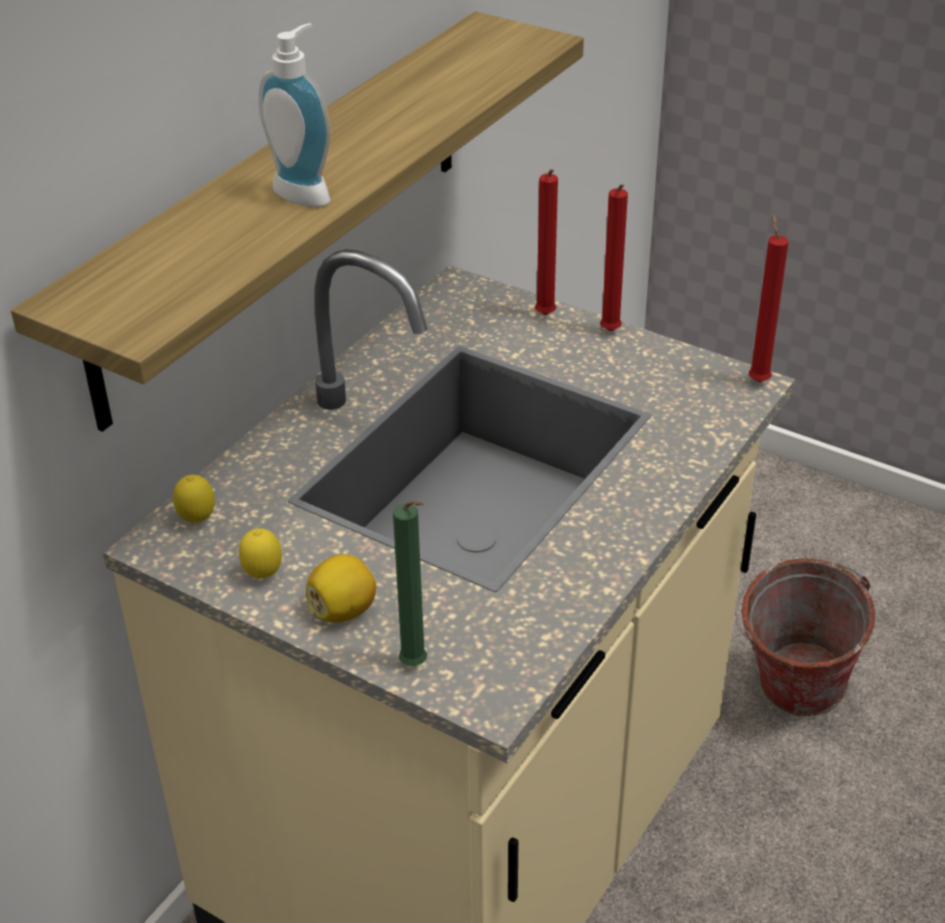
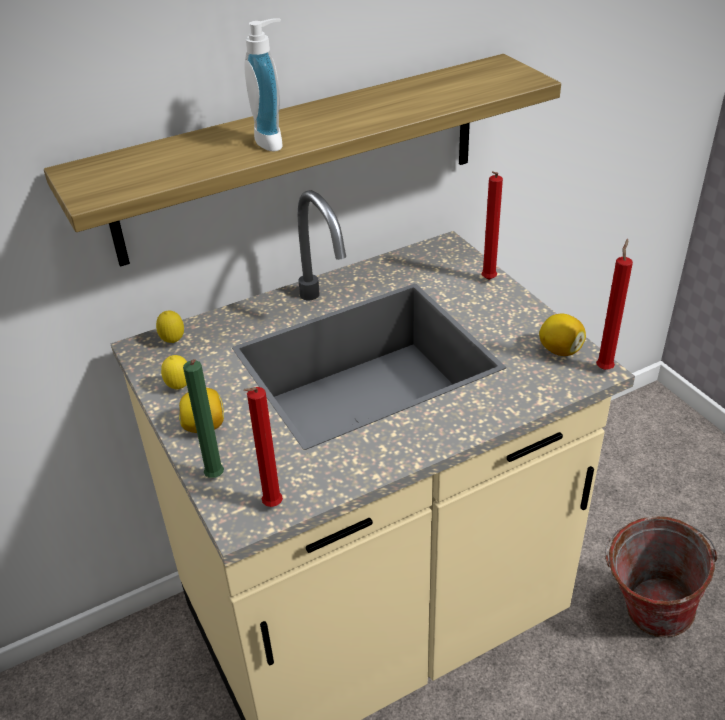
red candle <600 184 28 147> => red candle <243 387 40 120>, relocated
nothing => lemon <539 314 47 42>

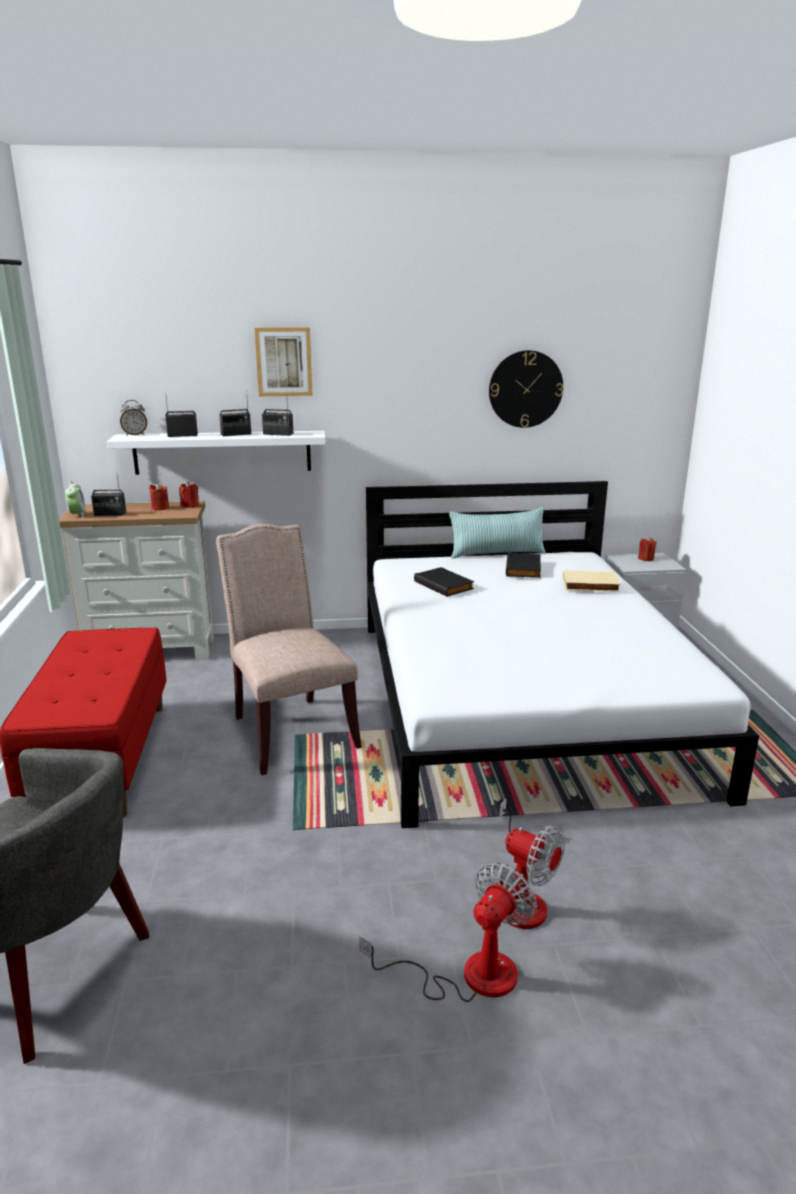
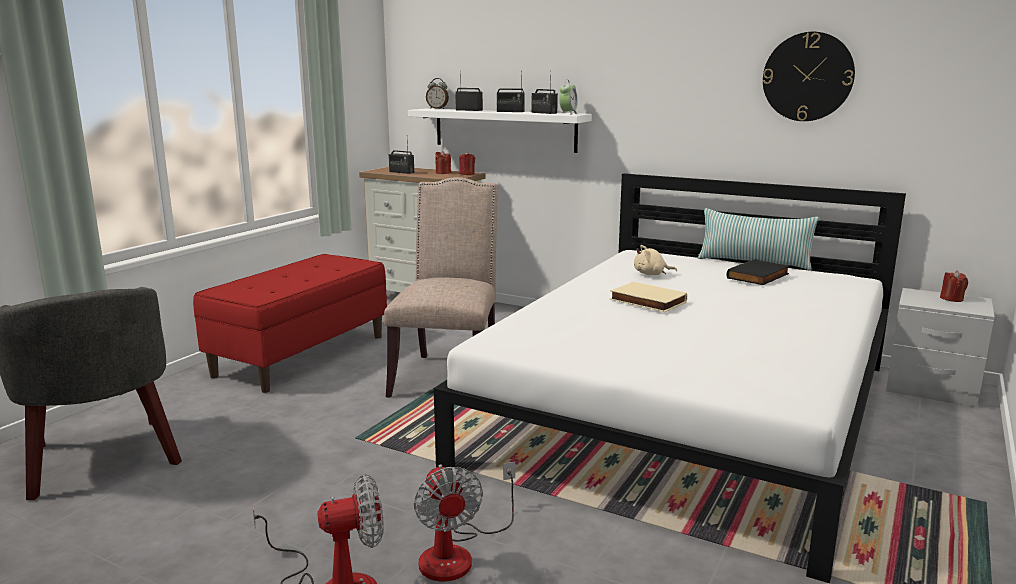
picture <255 327 57 69> => nothing
alarm clock <65 481 22 38> => alarm clock <559 80 19 35>, relocated
black book <414 567 60 30> => beige plush toy <634 245 43 30>
beige book <563 570 58 22> => beige book <610 281 77 31>, relocated

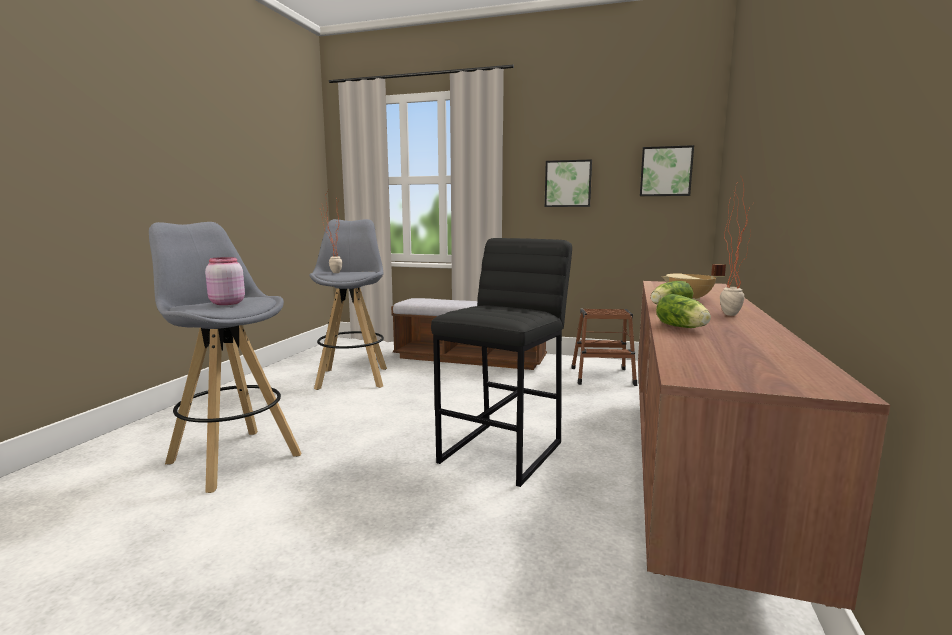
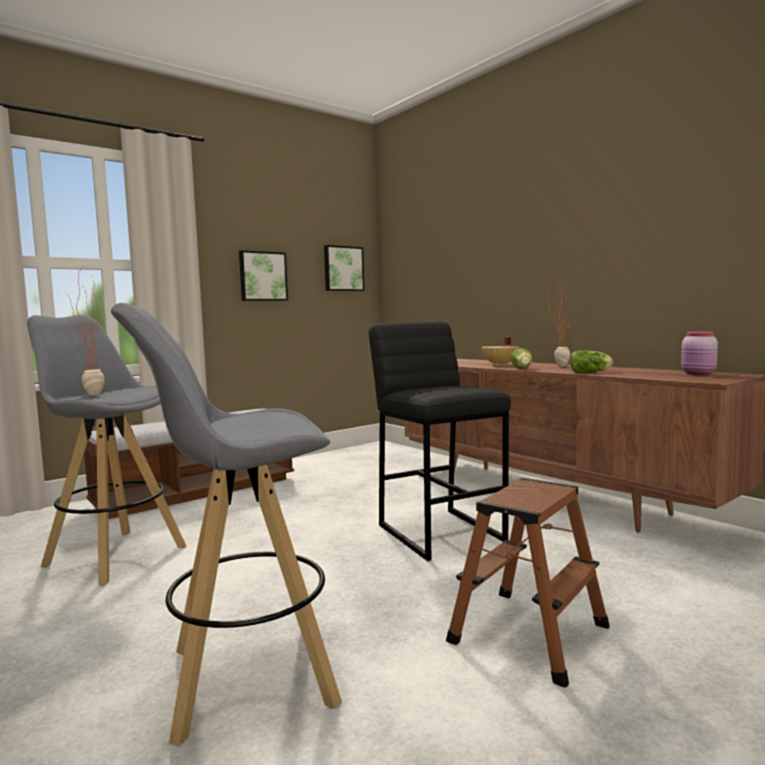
pink jar <205 257 40 48> => pink jar <681 331 37 44>, relocated
brown step ladder <571 308 66 78> => brown step ladder <446 477 164 211>, relocated

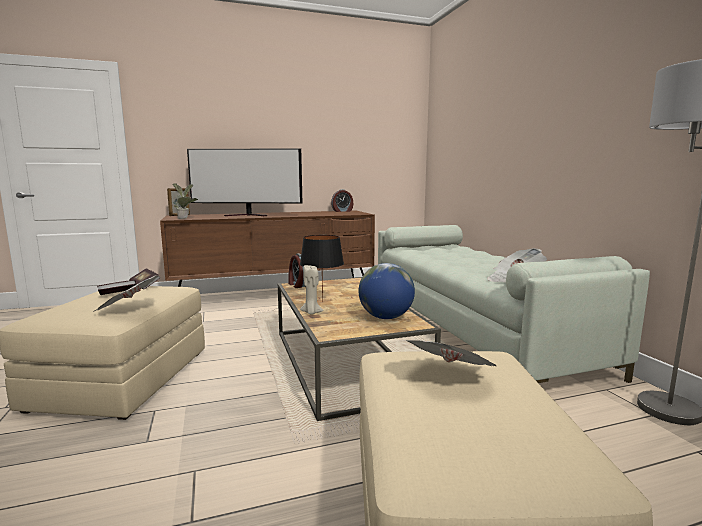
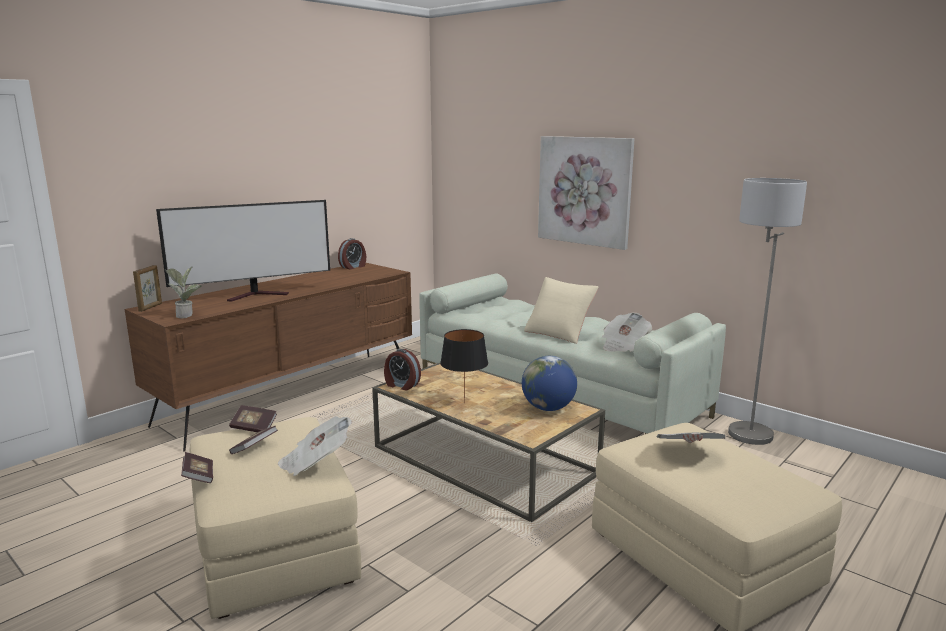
beige candle <300 265 23 49> => nothing
nothing => picture <538 136 96 114>
nothing => beige pillow <524 277 75 67>
nothing => book <181 452 32 31>

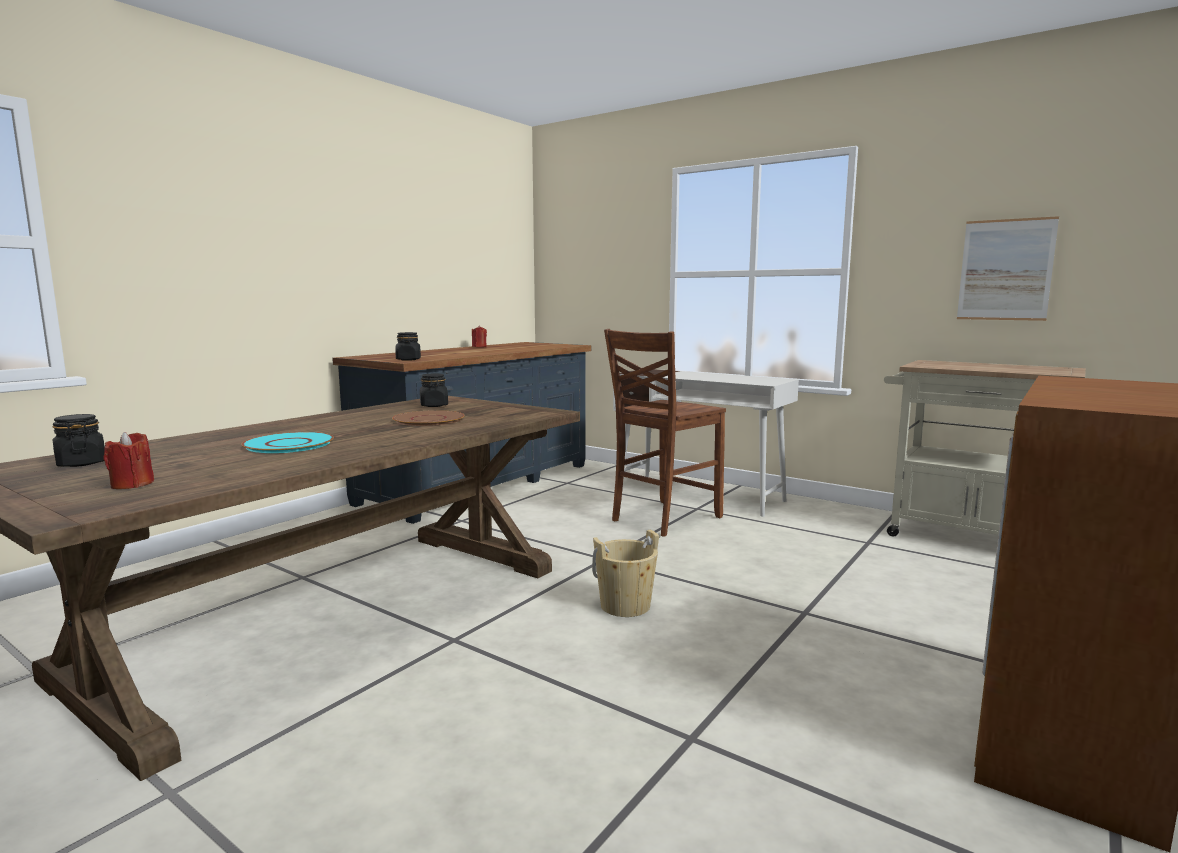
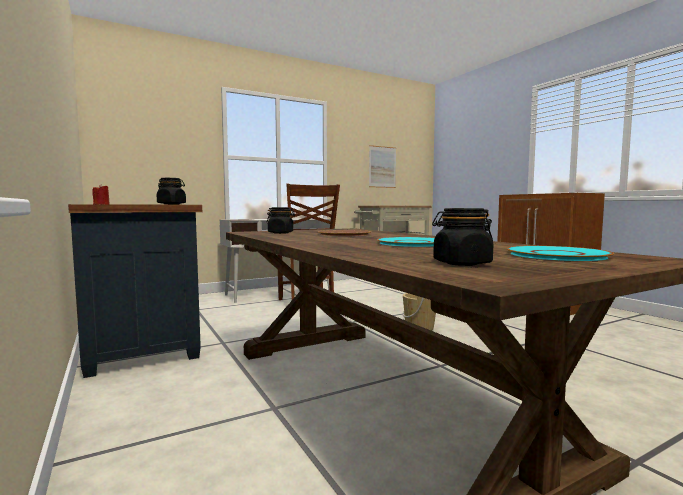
red candle <104 432 50 57> => turquoise plate <506 246 108 15>

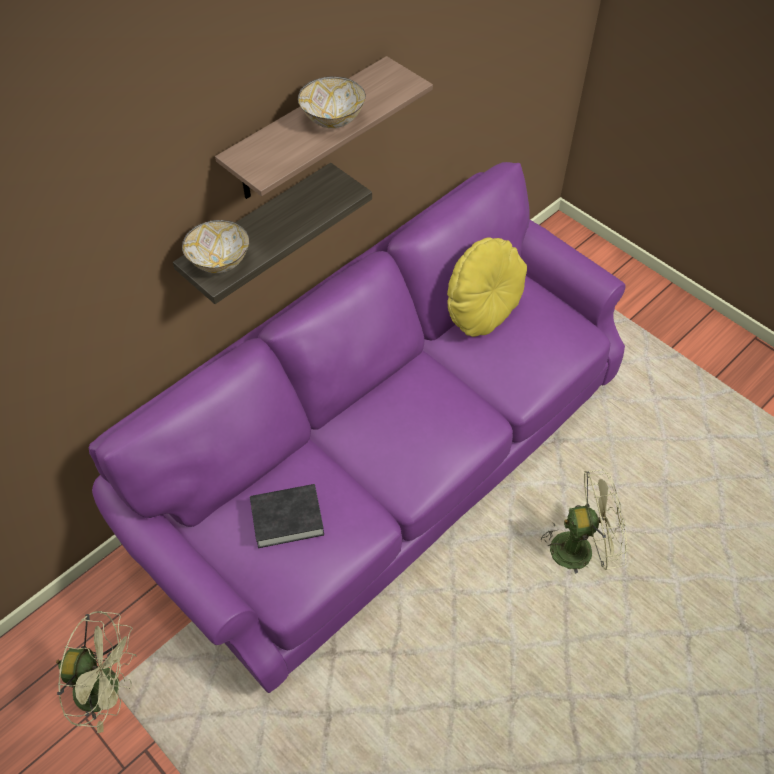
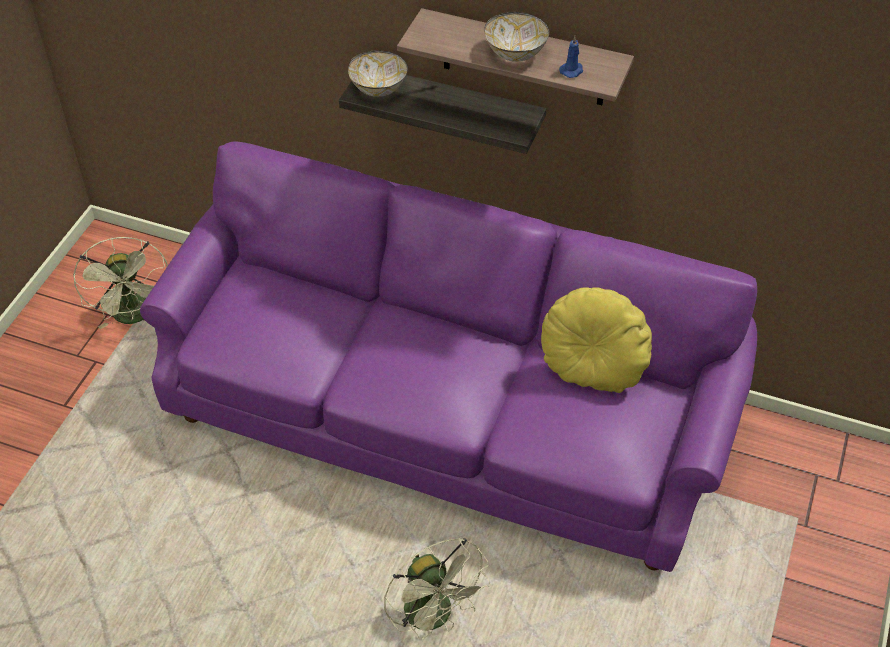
black book <250 484 74 64> => nothing
nothing => blue candle <559 36 24 42>

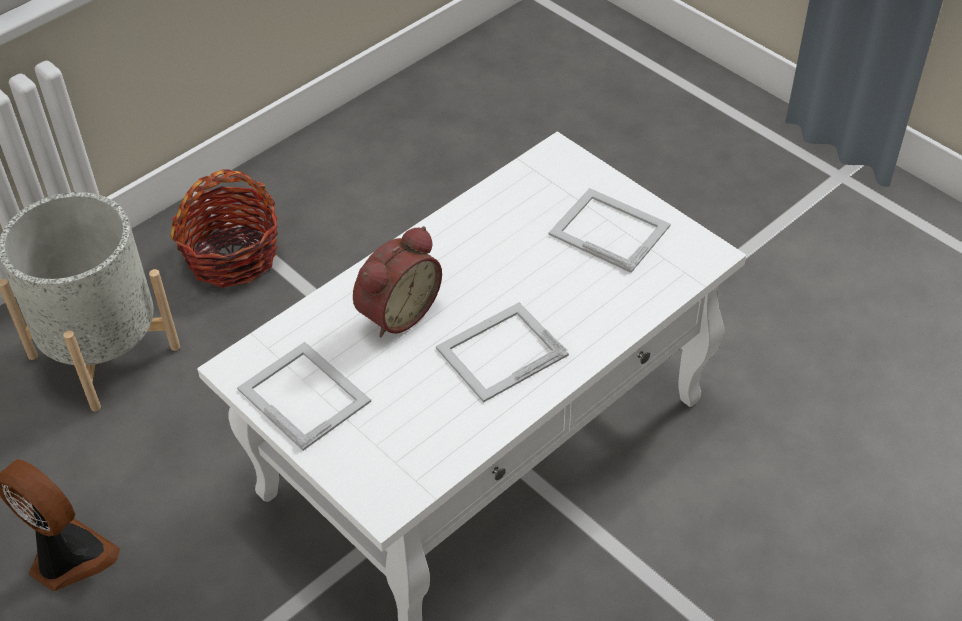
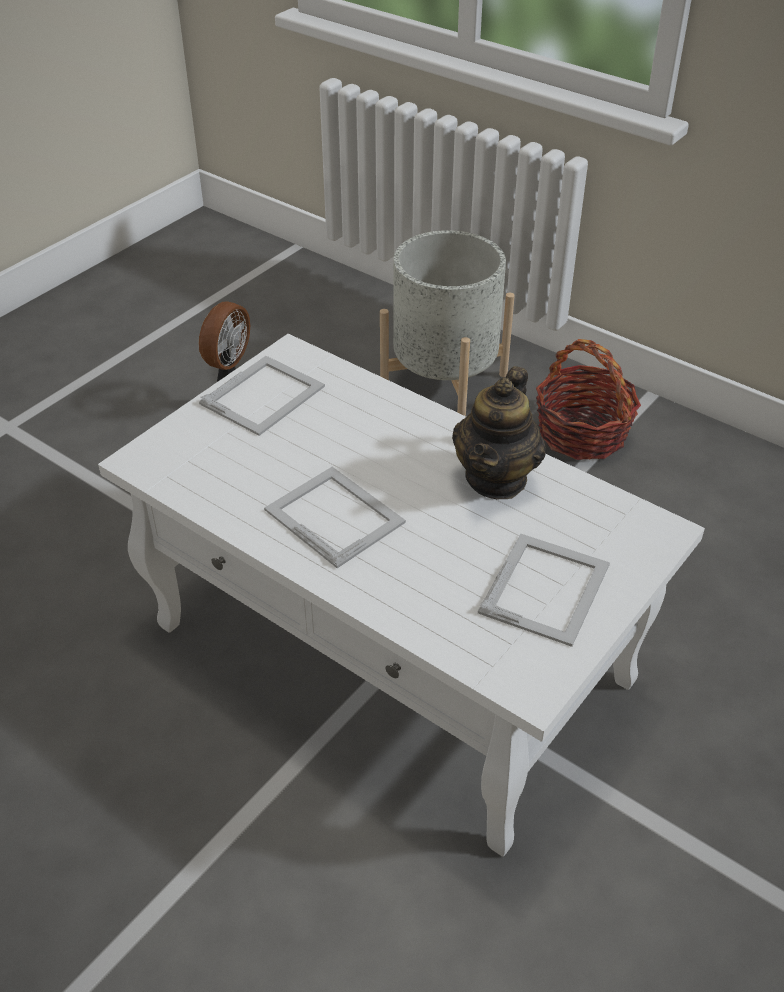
alarm clock <353 226 89 112> => nothing
nothing => teapot <452 366 94 133>

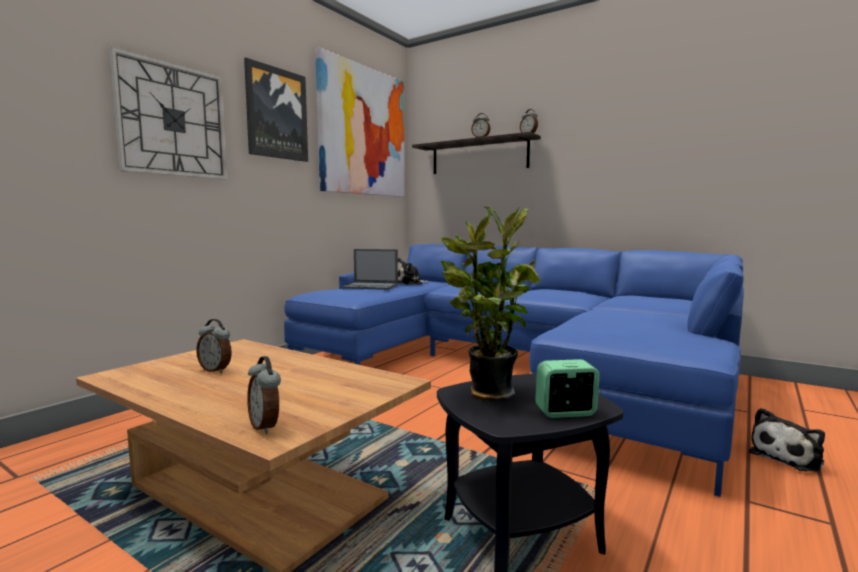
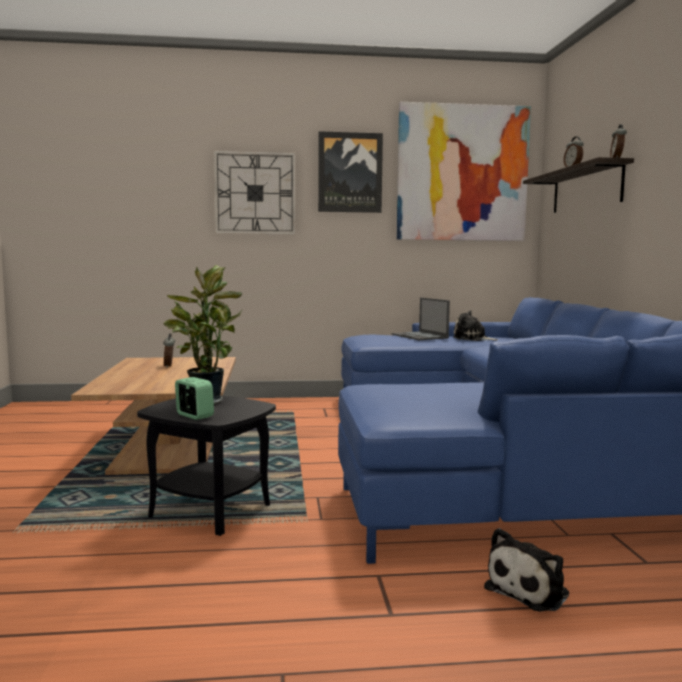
alarm clock <247 356 34 78> => nothing
plush toy <749 408 76 64> => plush toy <484 528 85 84>, 60 degrees counterclockwise

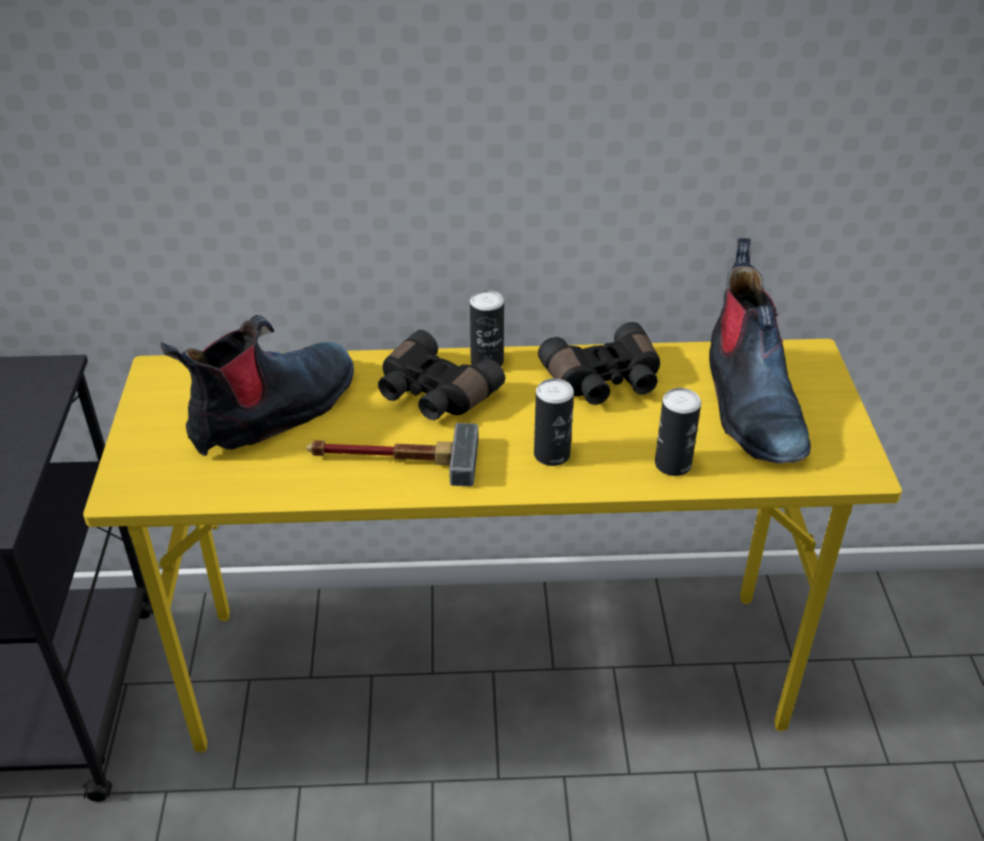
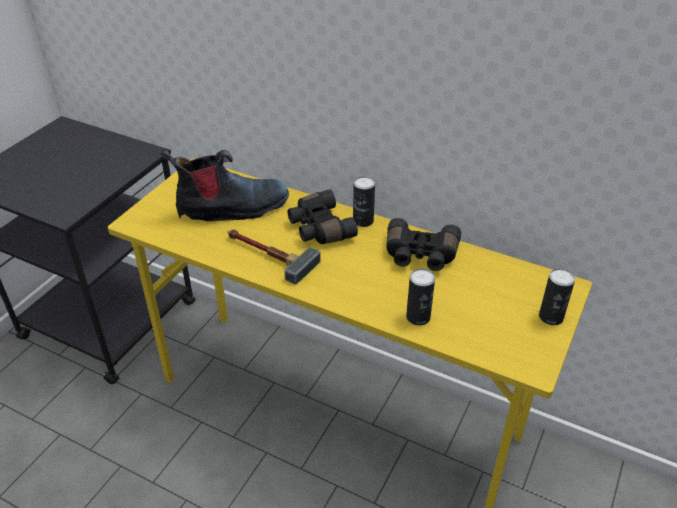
boot <709 238 102 226> => nothing
can <534 378 40 88> => can <539 268 36 57>, relocated

